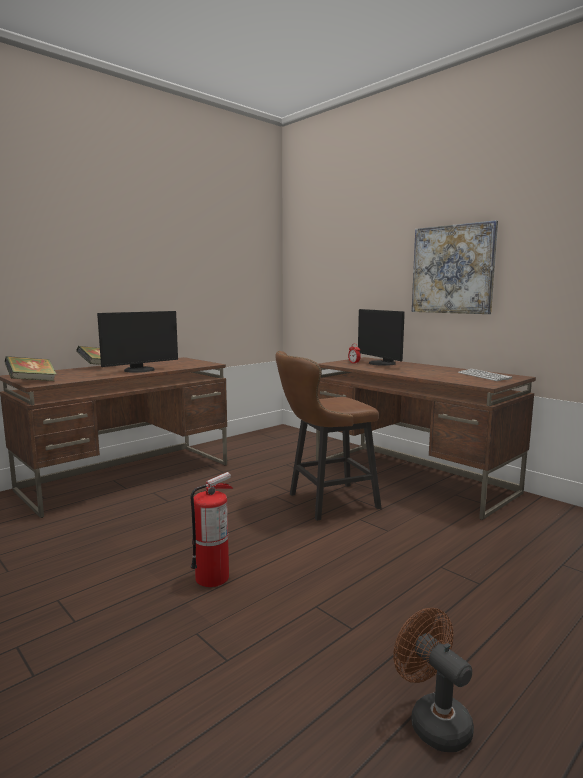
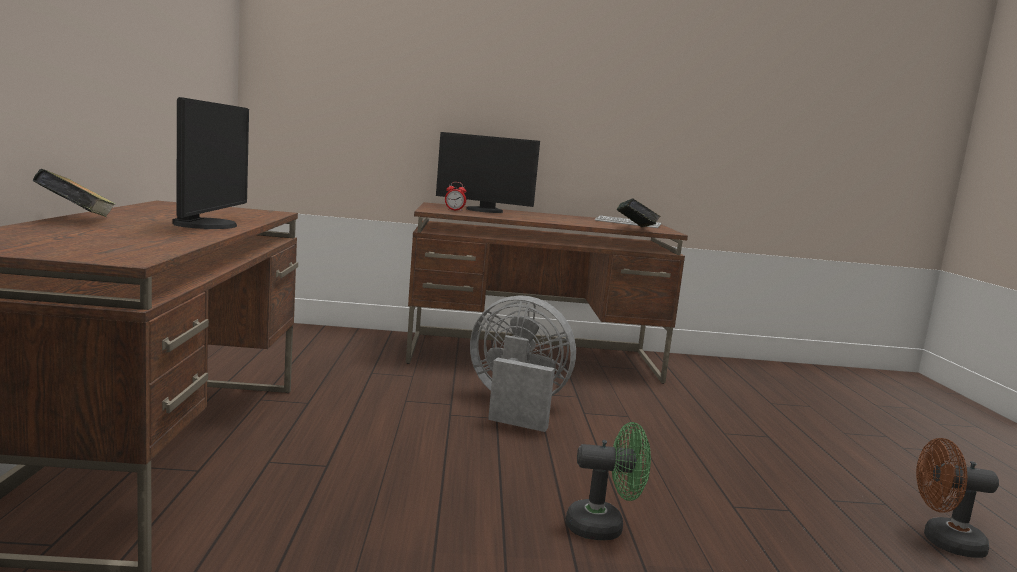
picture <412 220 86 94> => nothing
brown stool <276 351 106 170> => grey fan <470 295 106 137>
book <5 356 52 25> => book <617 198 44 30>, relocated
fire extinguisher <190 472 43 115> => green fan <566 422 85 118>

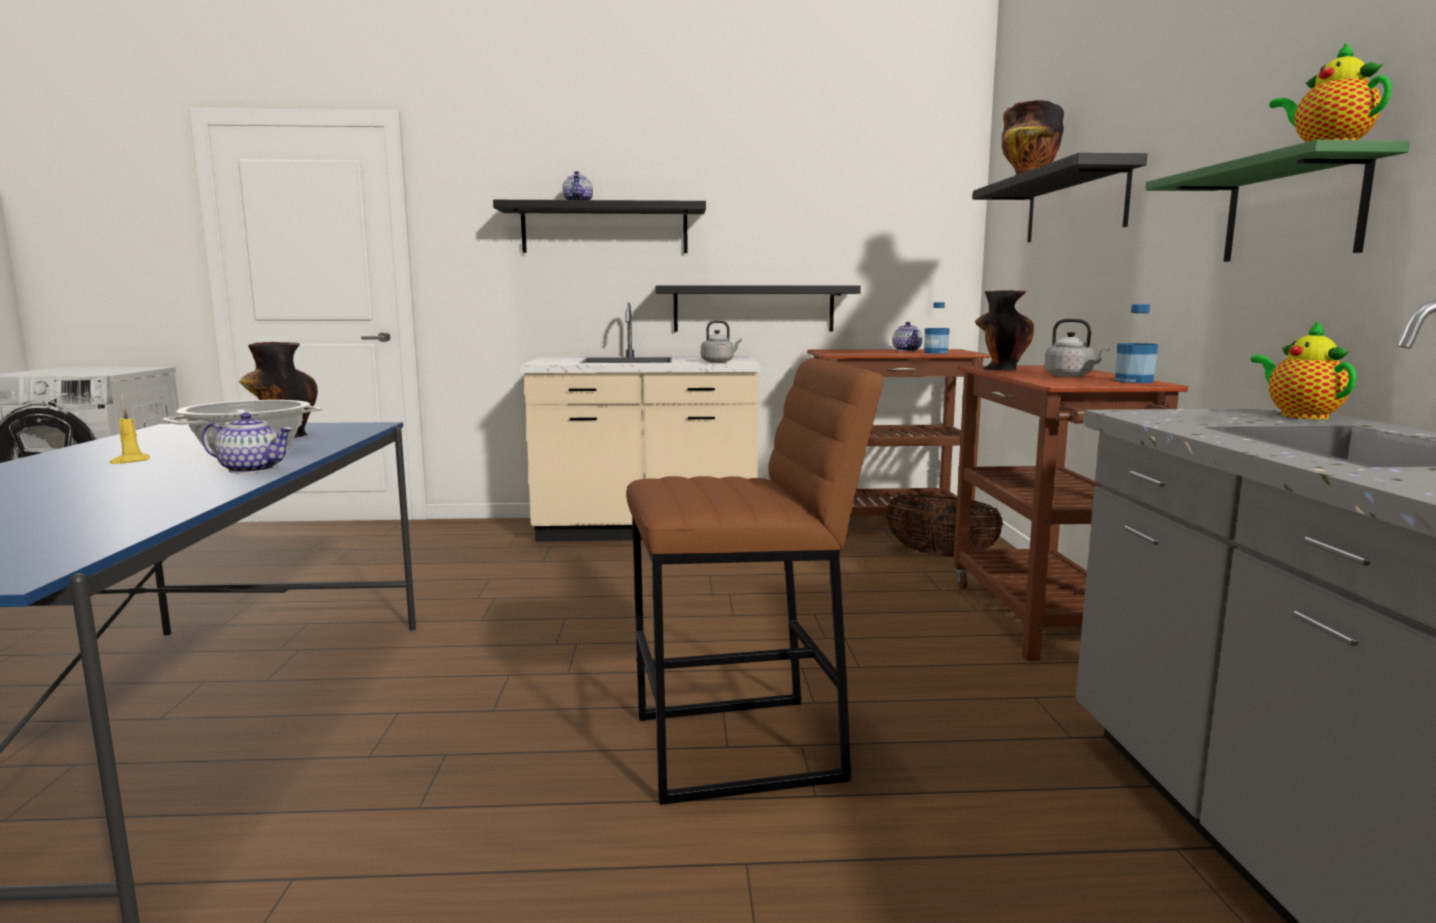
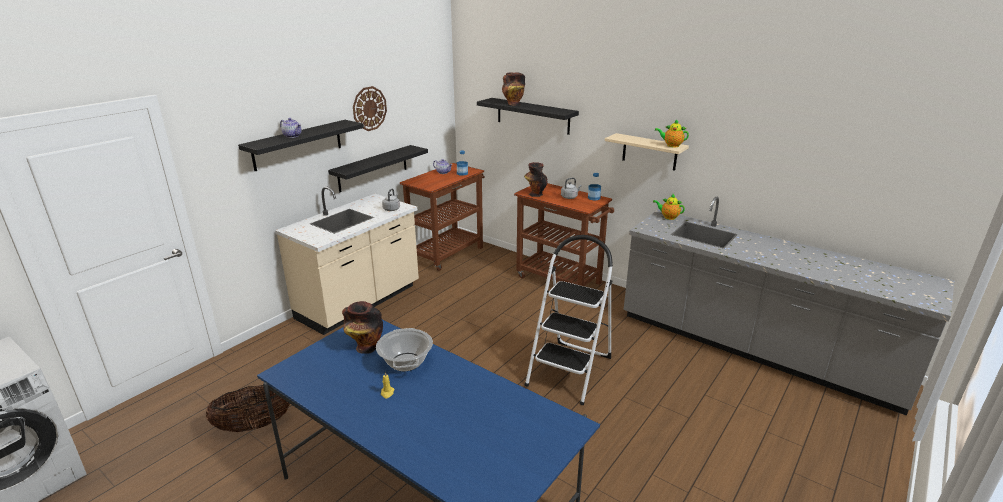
green shelf <1145 140 265 122> => beige shelf <605 133 84 38>
brown stool <627 358 256 447> => step ladder <525 235 88 170>
teapot <202 413 91 61> => nothing
basket <885 495 119 62> => basket <206 385 84 47>, relocated
nothing => wall clock <353 86 34 45>

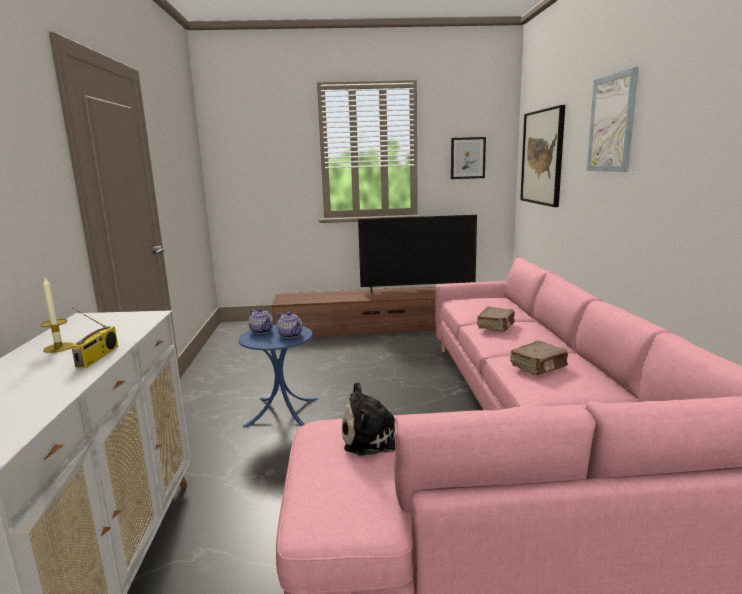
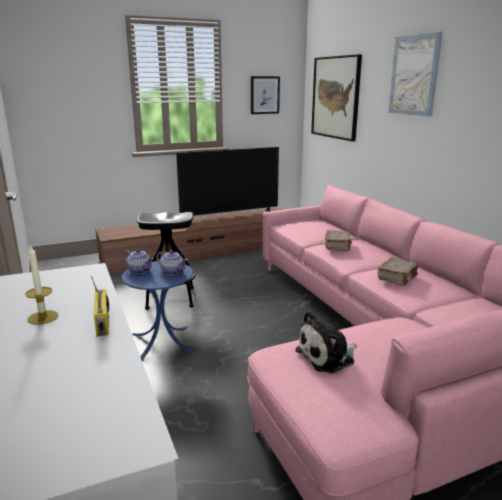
nothing => black stool <136 212 60 98>

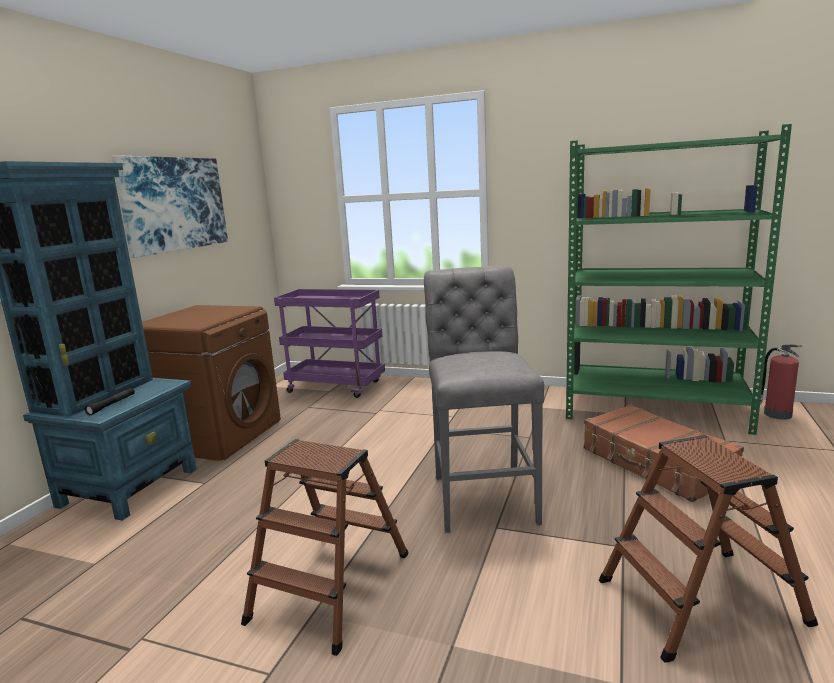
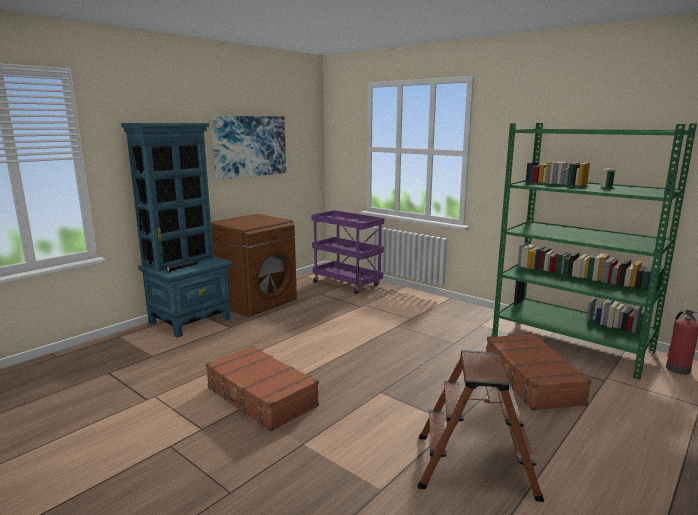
grey stool <424 265 120 268> => nothing
brown step ladder <241 439 168 217> => brown suitcase <206 346 113 86>

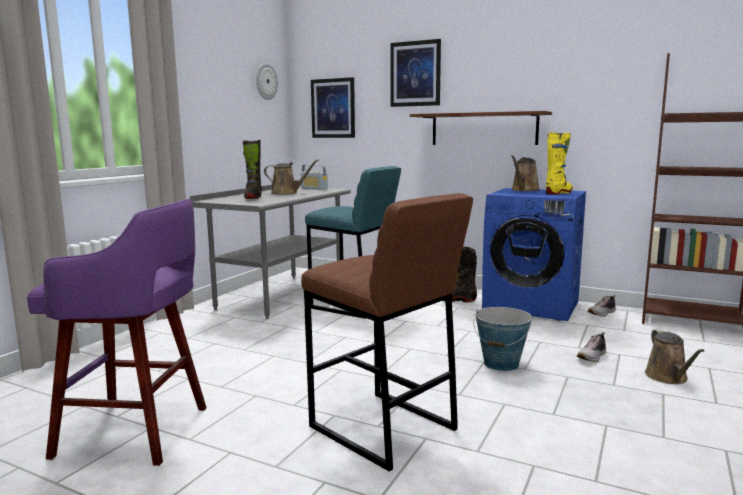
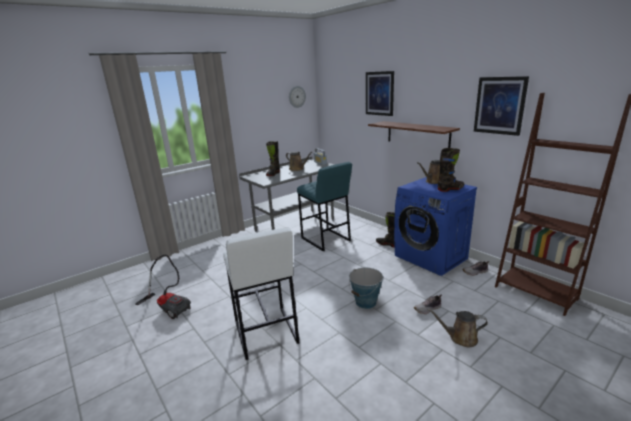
picture <311 77 44 61> => picture <474 76 55 60>, relocated
yellow boot <546 132 27 63> => black boot <438 148 26 44>
brown stool <301 193 172 279> => white stool <223 228 76 132>
purple stool <27 199 180 267> => vacuum cleaner <135 254 56 65>
brown watering can <645 329 60 55> => brown watering can <428 309 60 38>, 75 degrees clockwise

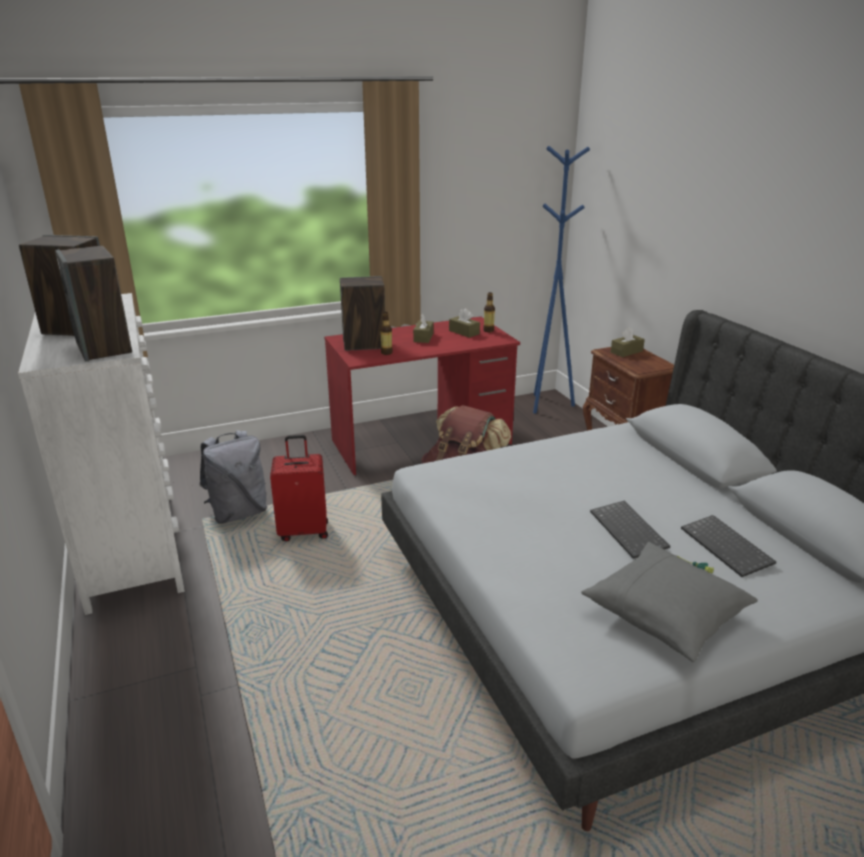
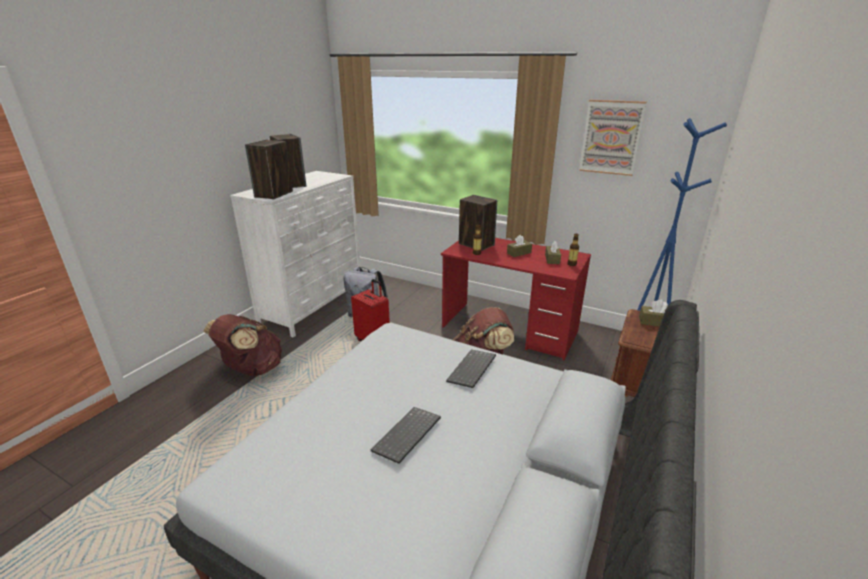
keyboard <681 515 95 62> => keyboard <446 349 50 39>, relocated
grey pillow <581 542 177 120> => nothing
nothing => picture <579 100 68 76>
nothing => brown backpack <203 314 79 62>

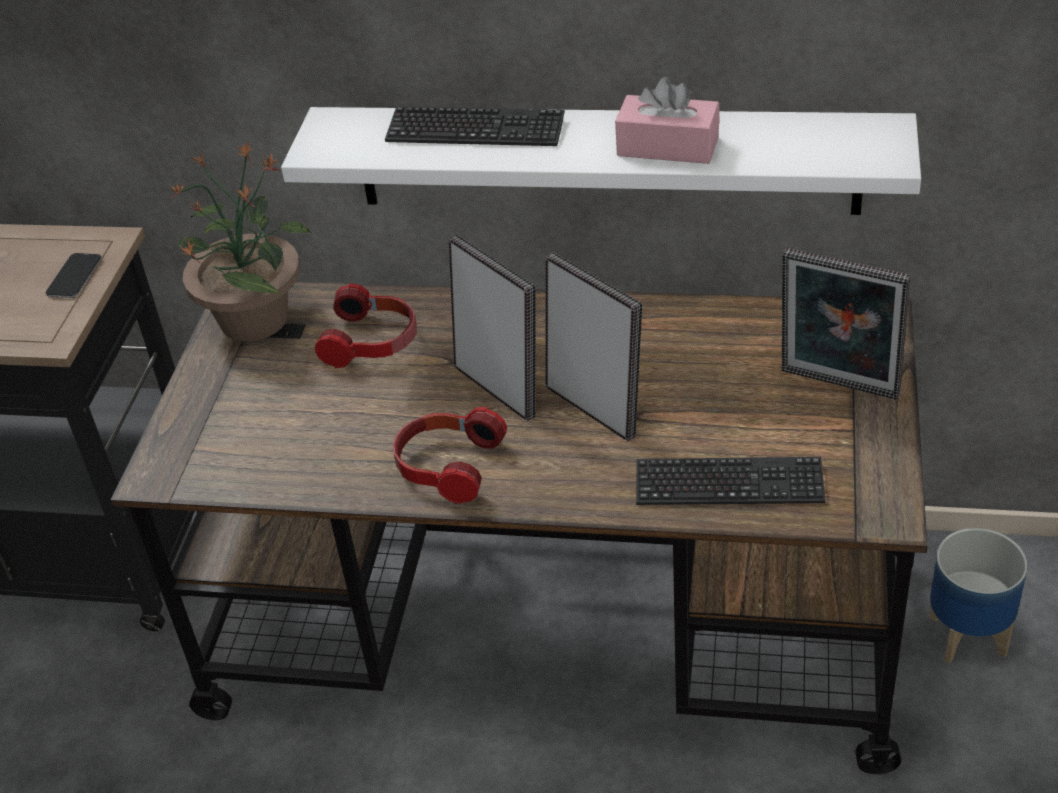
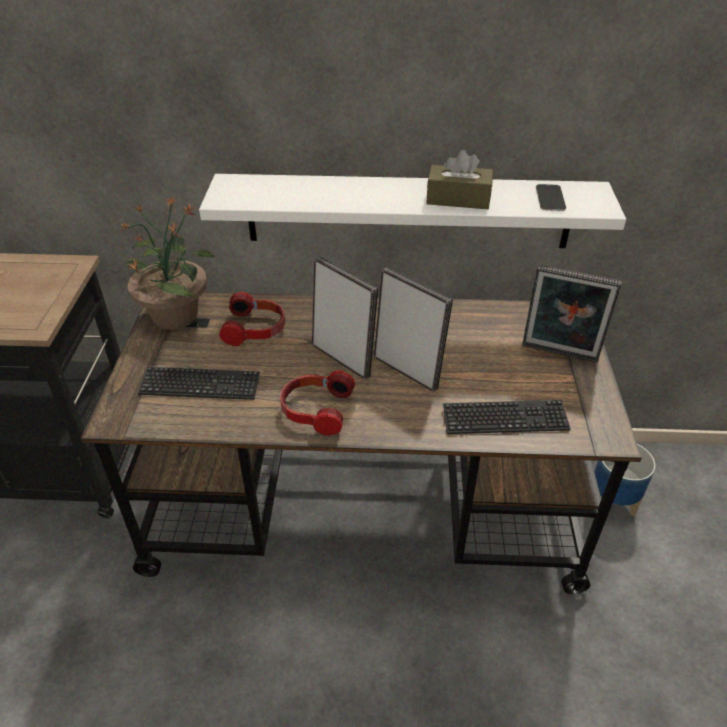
pink tissue box <615 77 104 87> => brown tissue box <426 150 67 59>
keyboard <385 107 180 39> => keyboard <138 367 122 33>, relocated
phone <46 253 56 45> => phone <536 184 30 27>, relocated

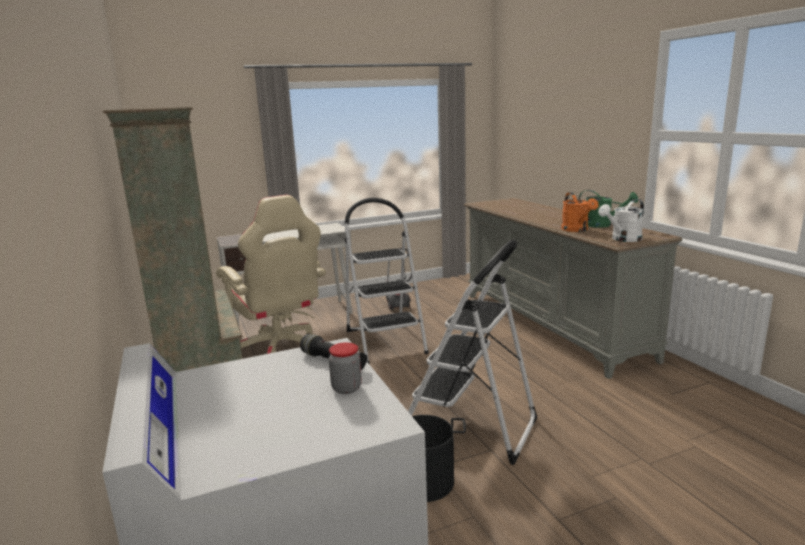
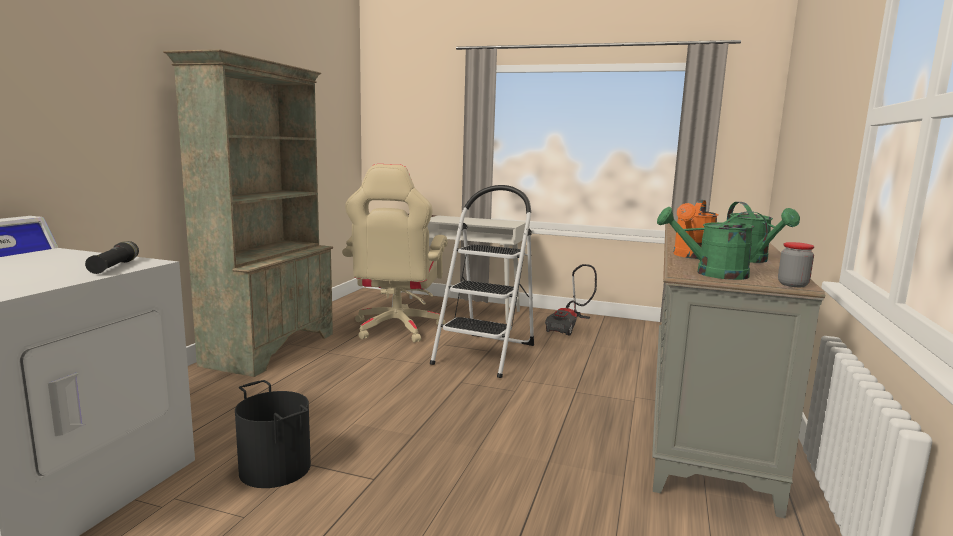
white watering can <598 199 46 43> => green watering can <657 207 111 73>
step ladder <408 240 129 225> => nothing
jar <329 342 33 52> => jar <778 242 36 45>, relocated

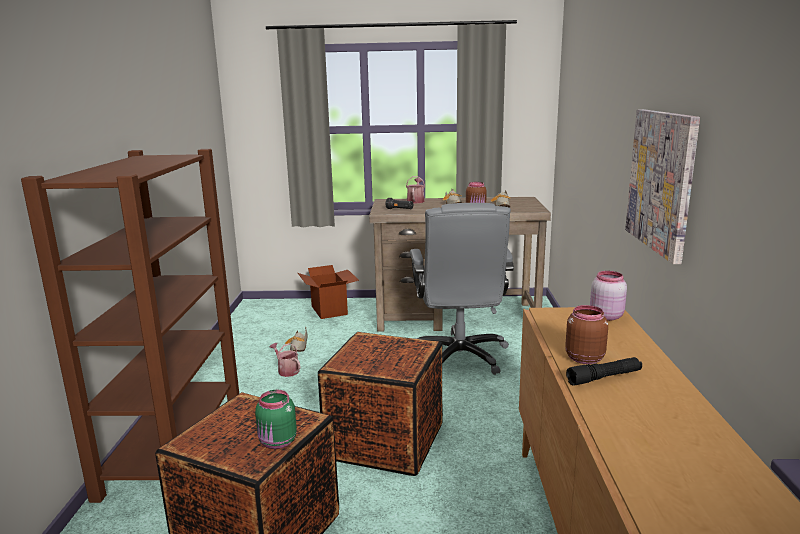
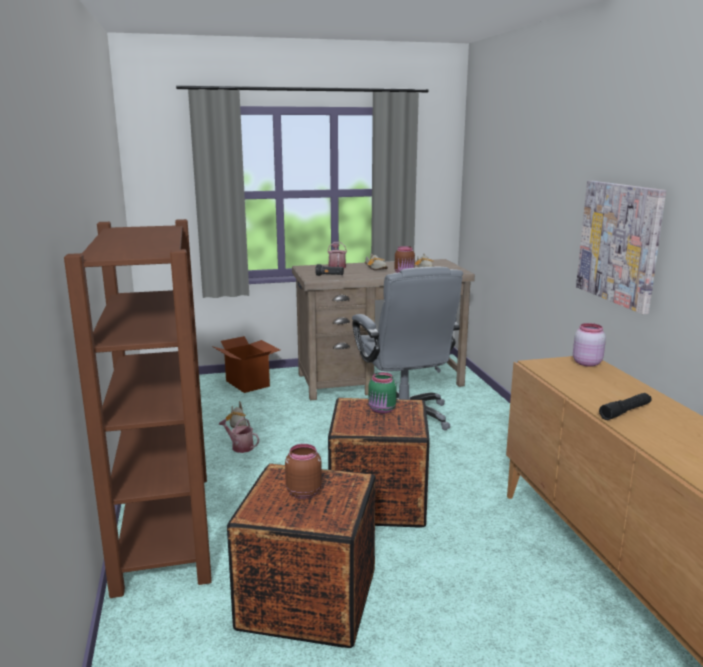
brown jar <565 305 43 59> => brown jar <285 444 37 55>, relocated
green jar <255 390 42 59> => green jar <368 372 29 42>, relocated

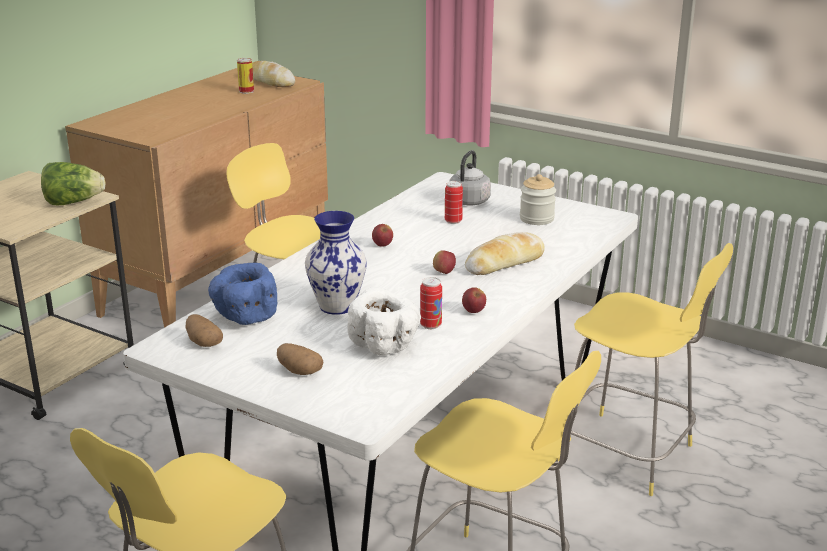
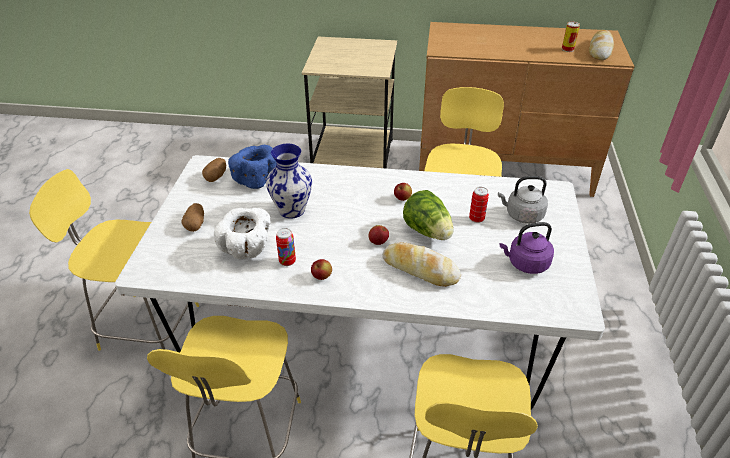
lettuce <41 162 65 44> => lettuce <403 190 51 50>, relocated
jar <520 174 36 51> => purple kettle <500 222 54 52>

